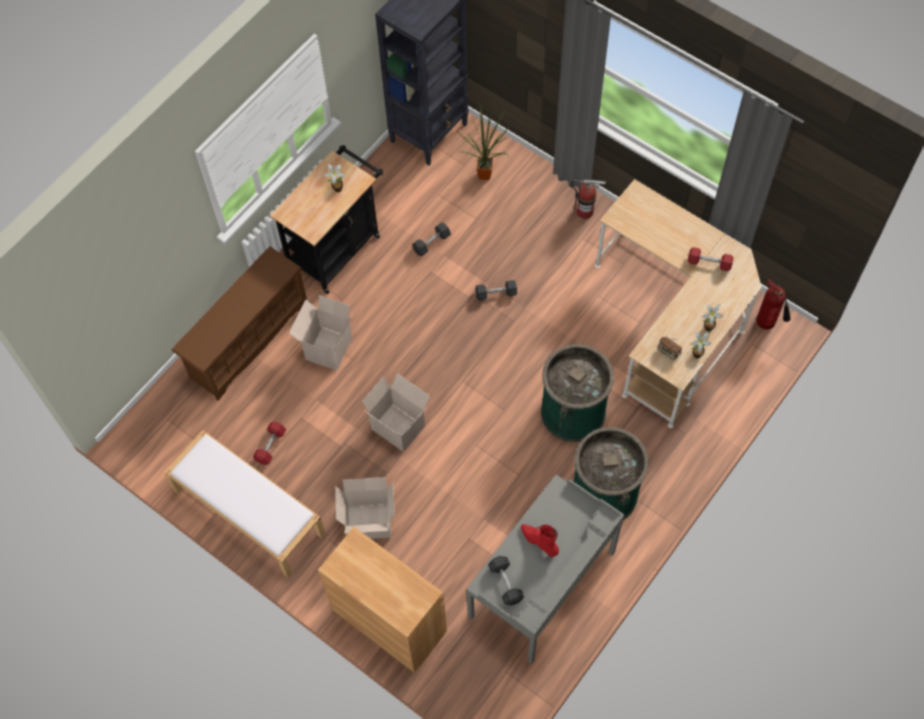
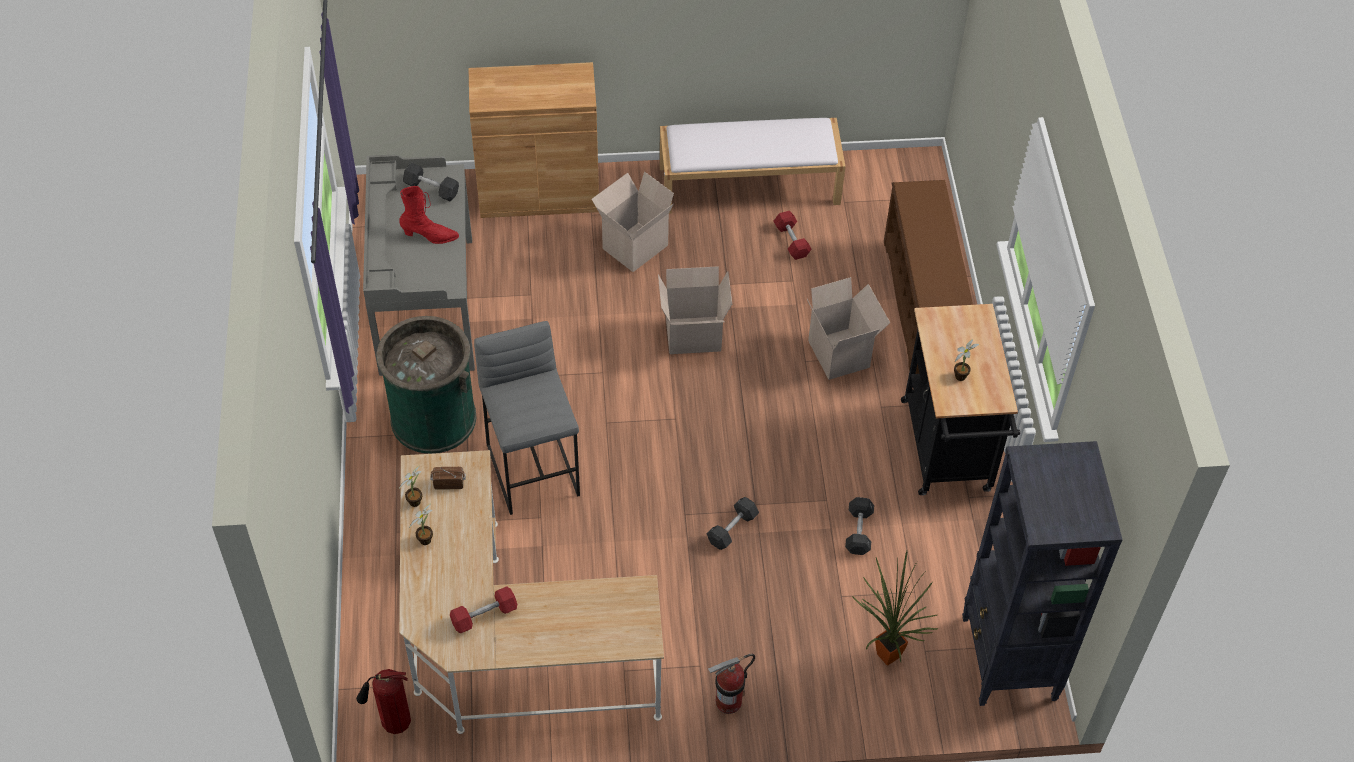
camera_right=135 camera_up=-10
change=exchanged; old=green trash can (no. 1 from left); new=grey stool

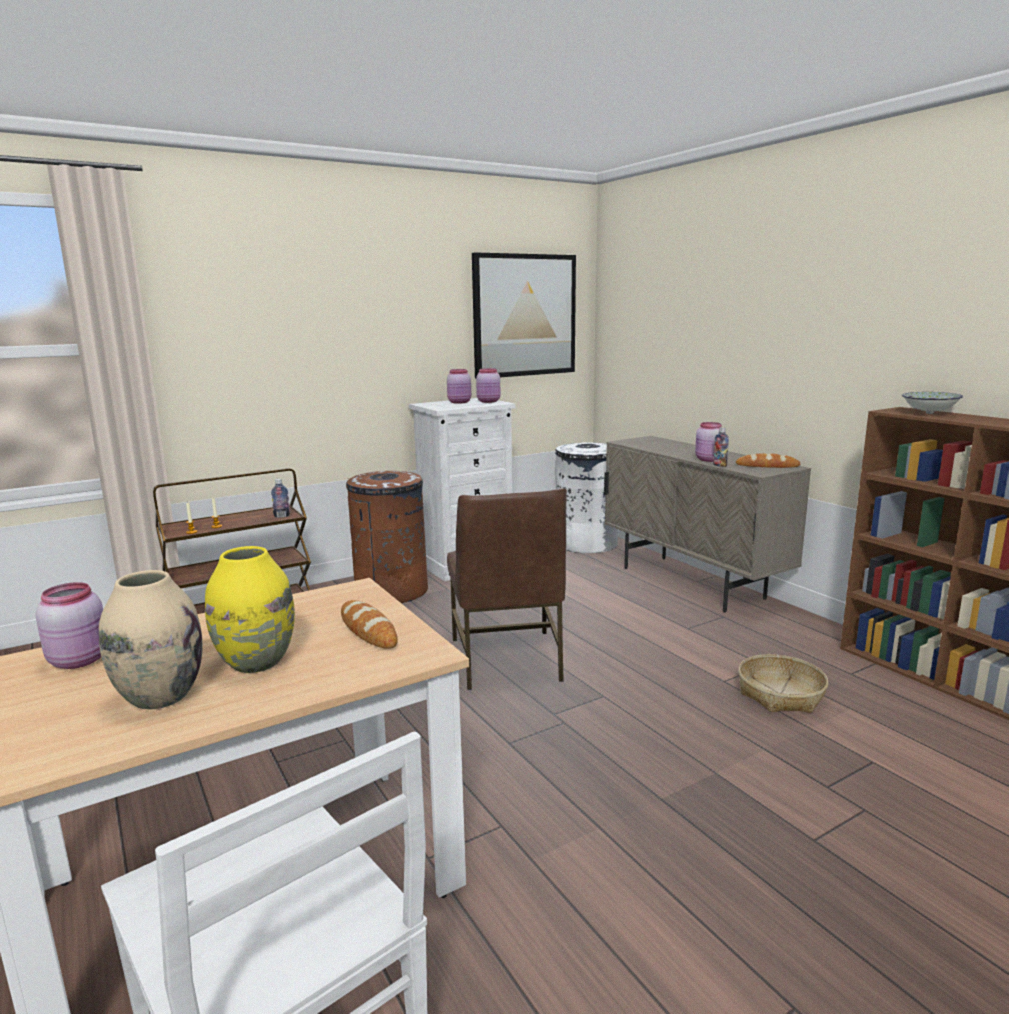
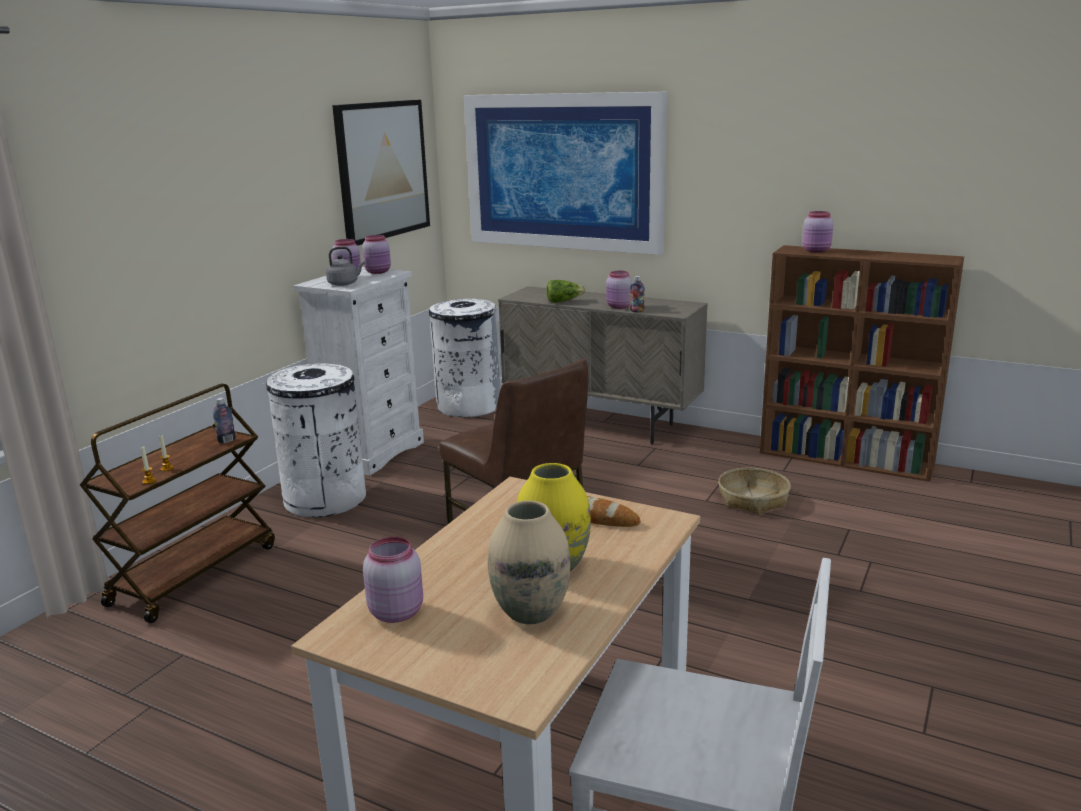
camera_right=-30 camera_up=5
change=missing; old=bread (no. 2 from left)
change=appeared; new=grey kettle
change=appeared; new=picture (no. 2 from left)
change=appeared; new=lettuce
change=exchanged; old=bowl; new=pink jar (no. 5 from left)
change=colour; old=brown trash can; new=white trash can (no. 1 from left)

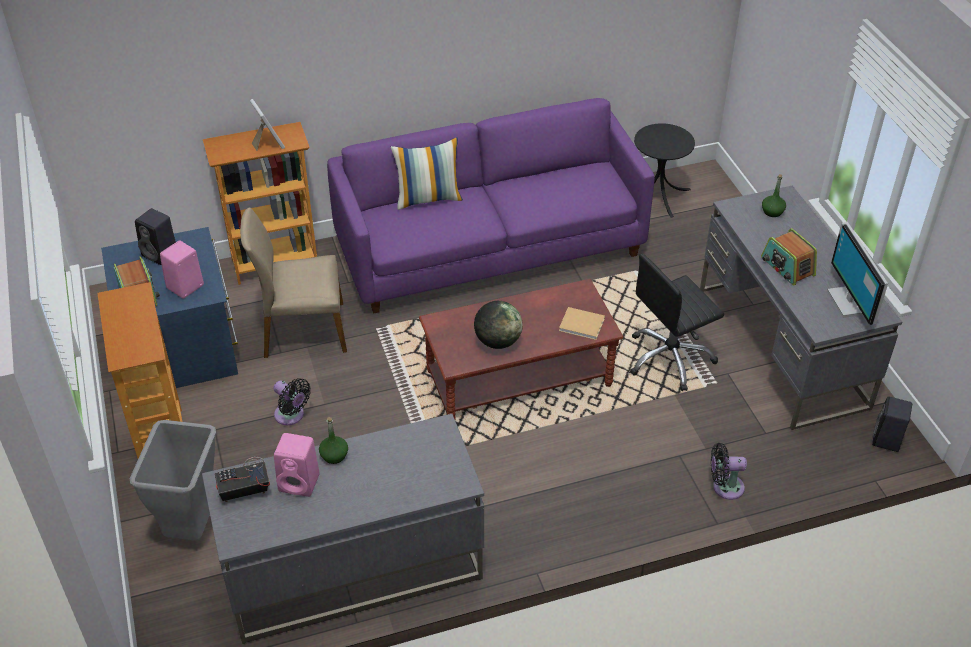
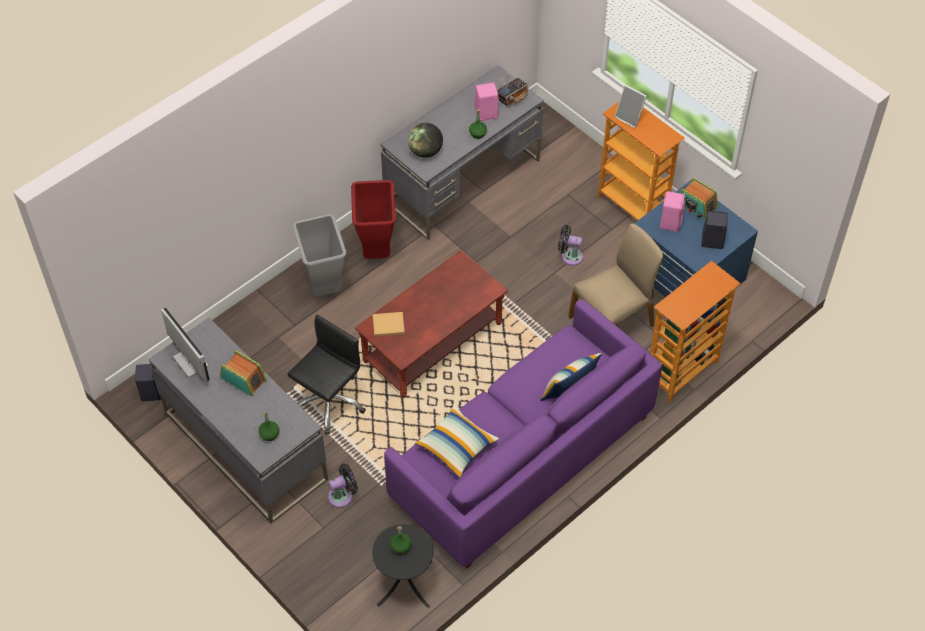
camera_right=155 camera_up=10
change=appeared; new=red trash can
change=appeared; new=green bottle (no. 2 from left)
change=appeared; new=pillow (no. 1 from left)
change=relocated; old=grey trash can
change=relocated; old=picture frame
change=relocated; old=globe
change=relocated; old=black fan (no. 2 from left in the first image); new=black fan (no. 1 from left)

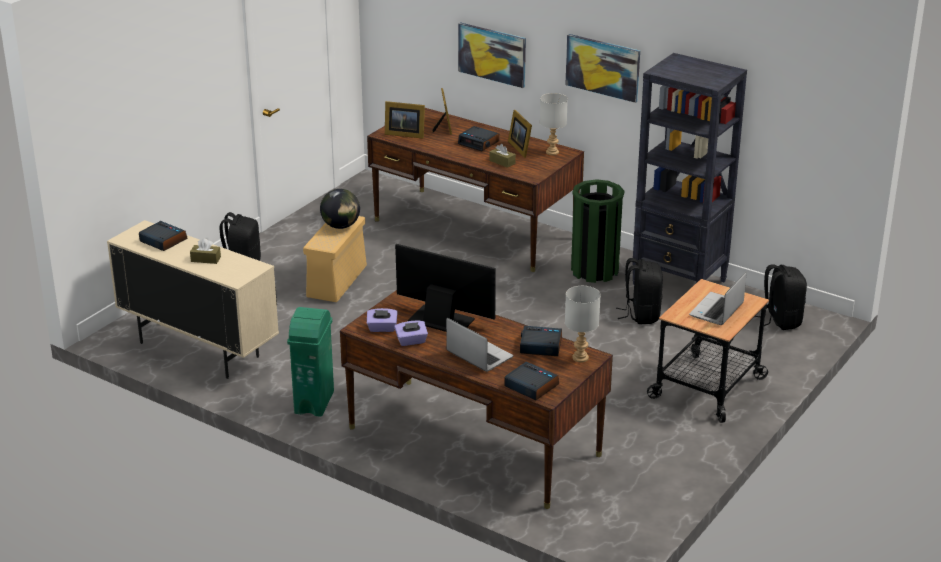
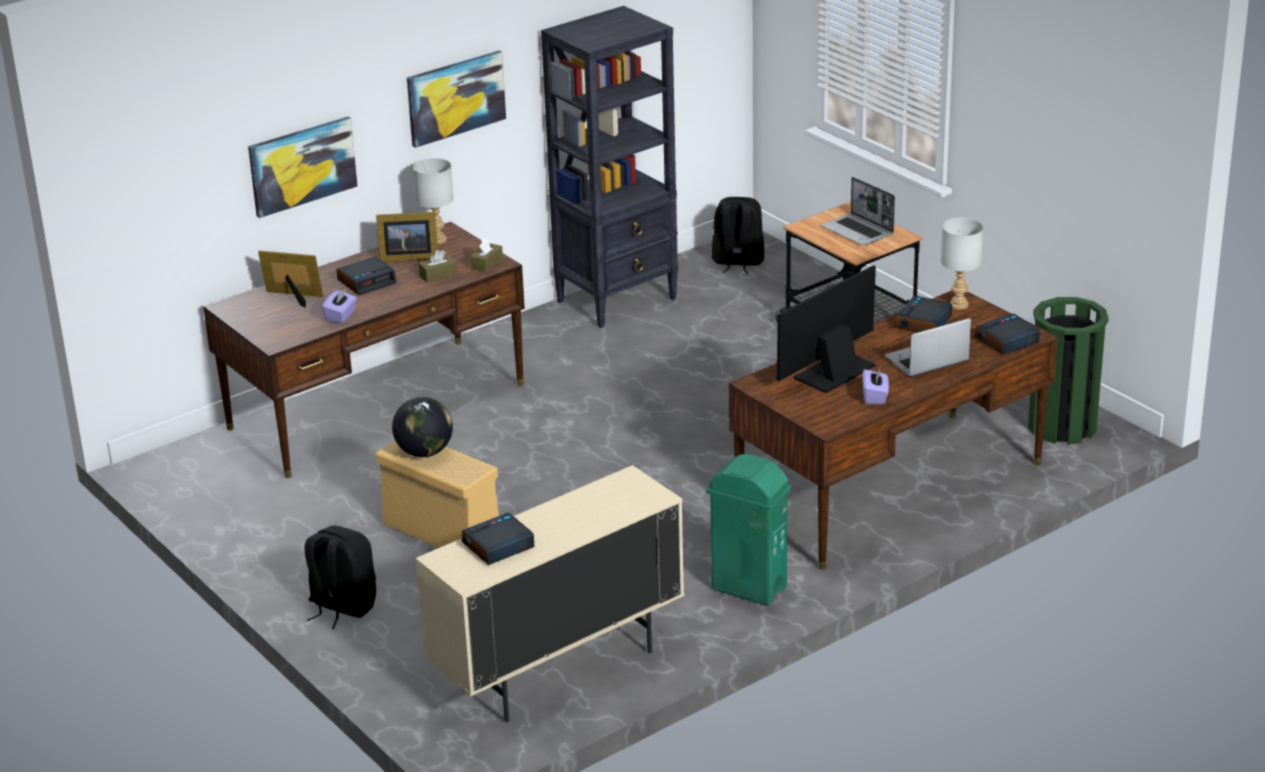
camera_right=-70 camera_up=0
change=missing; old=picture frame (no. 1 from left)
change=missing; old=black backpack (no. 2 from left)
change=relocated; old=brown tissue box (no. 1 from left in the first image); new=brown tissue box (no. 2 from left)
change=relocated; old=purple tissue box (no. 1 from left)
change=relocated; old=green trash can (no. 2 from left)

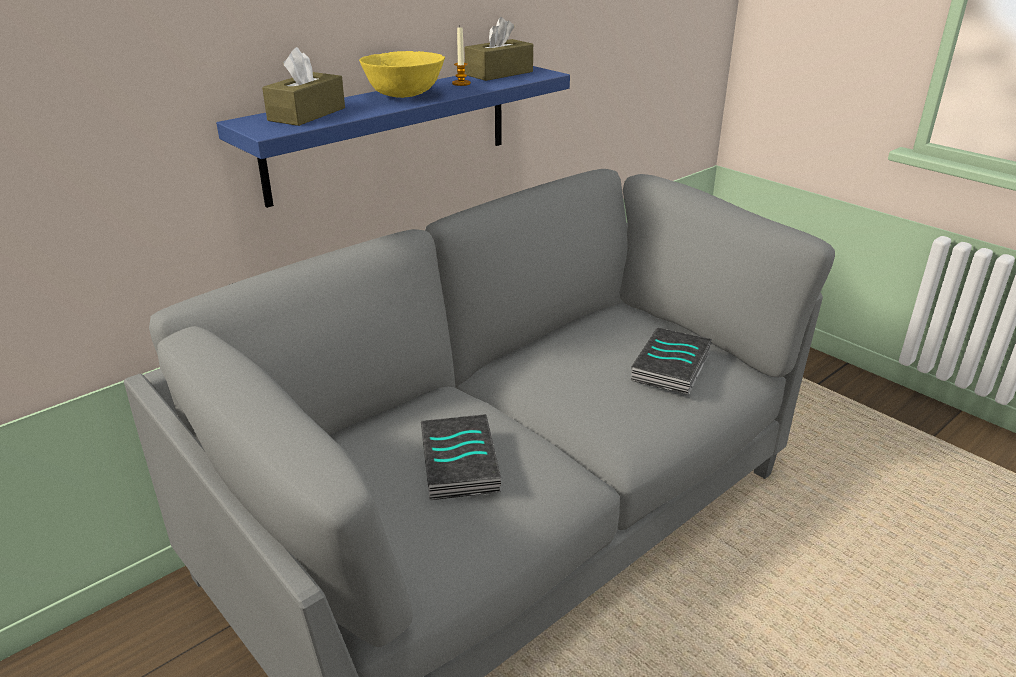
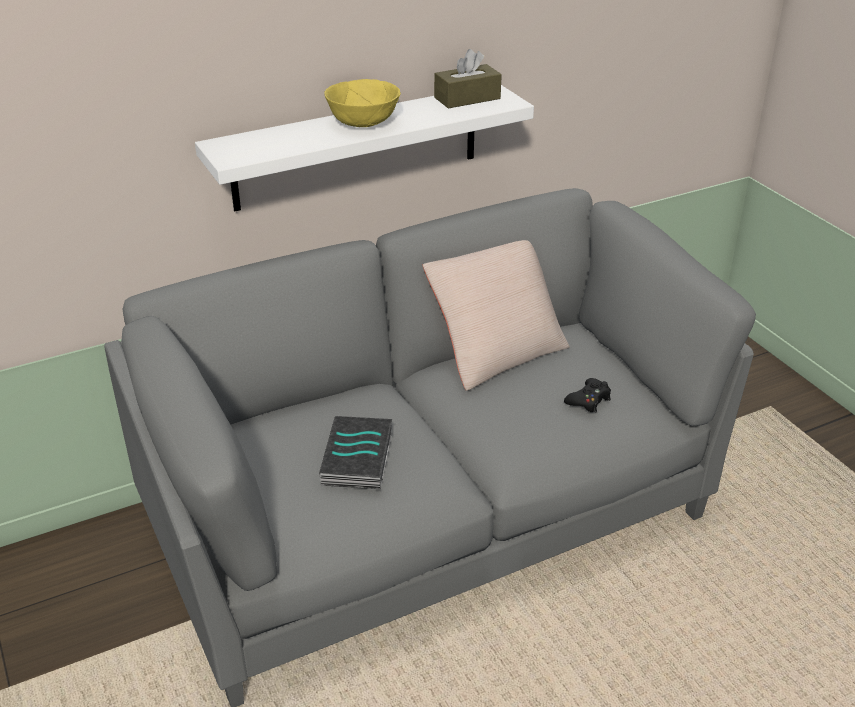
camera_right=15 camera_up=5
change=missing; old=brown tissue box (no. 1 from left)
change=missing; old=candle
change=appeared; new=beige pillow
change=exchanged; old=book (no. 2 from left); new=black game controller
change=colour; old=blue shelf; new=white shelf

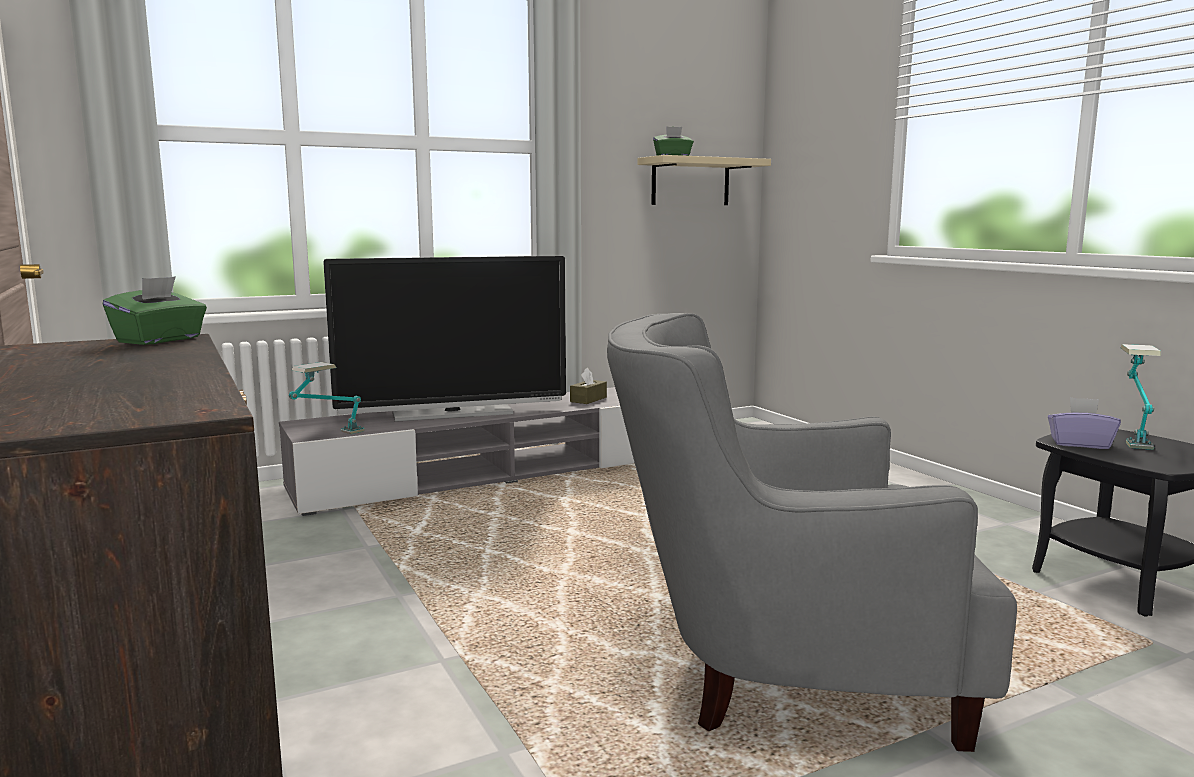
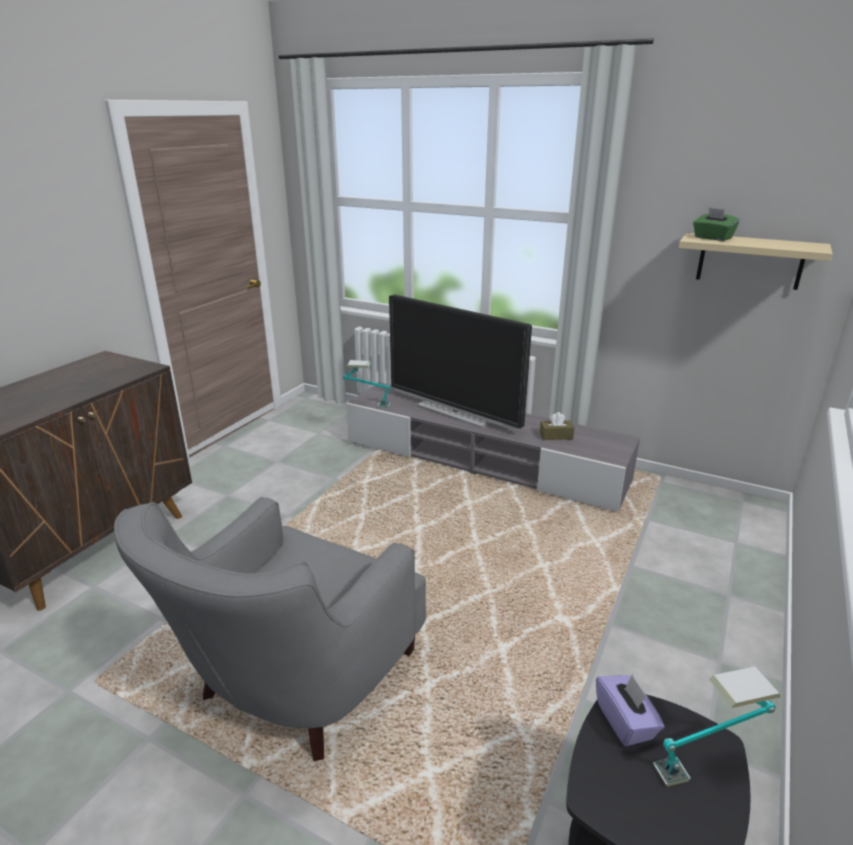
camera_right=55 camera_up=15
change=missing; old=green tissue box (no. 1 from left)
change=spun; old=grey armchair; degrees=-120

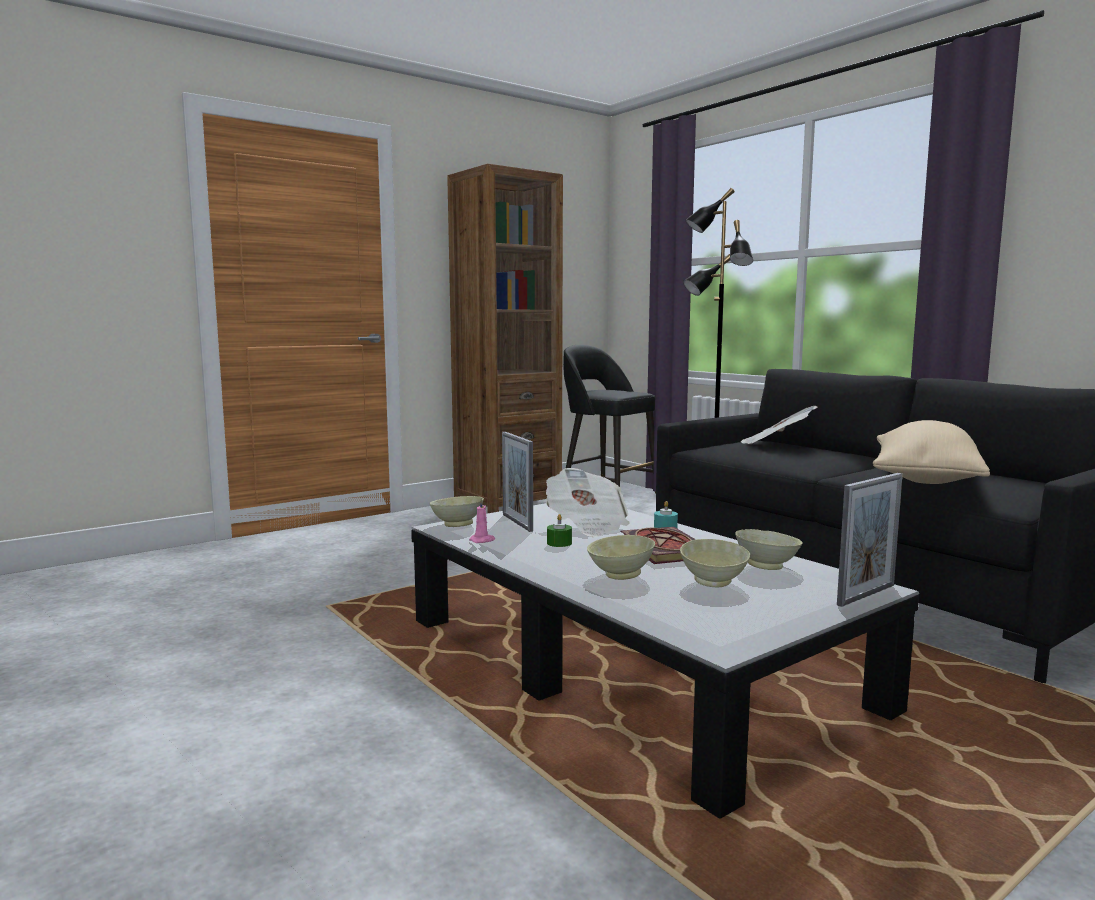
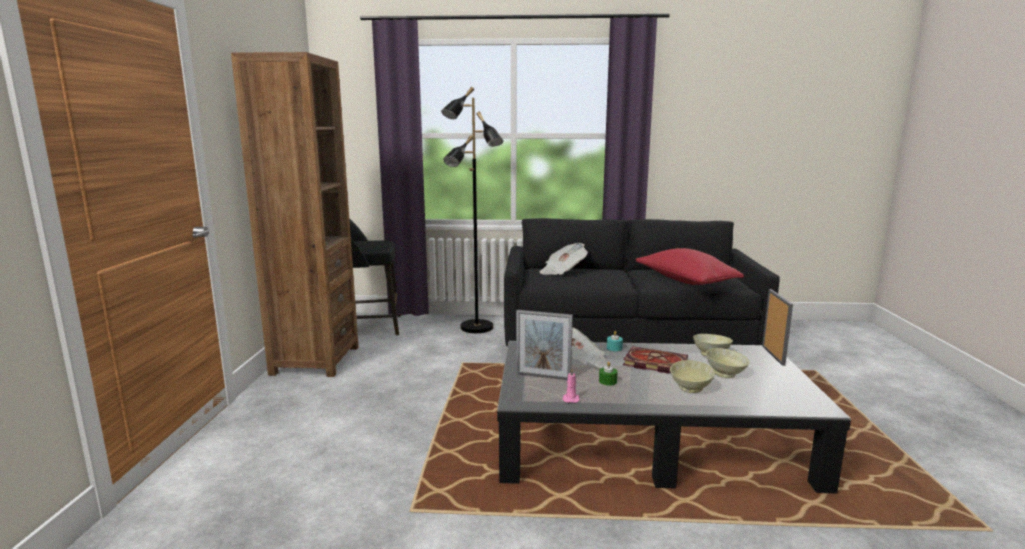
camera_right=-50 camera_up=5
change=missing; old=beige bowl (no. 1 from left)
change=colour; old=beige pillow; new=red pillow

